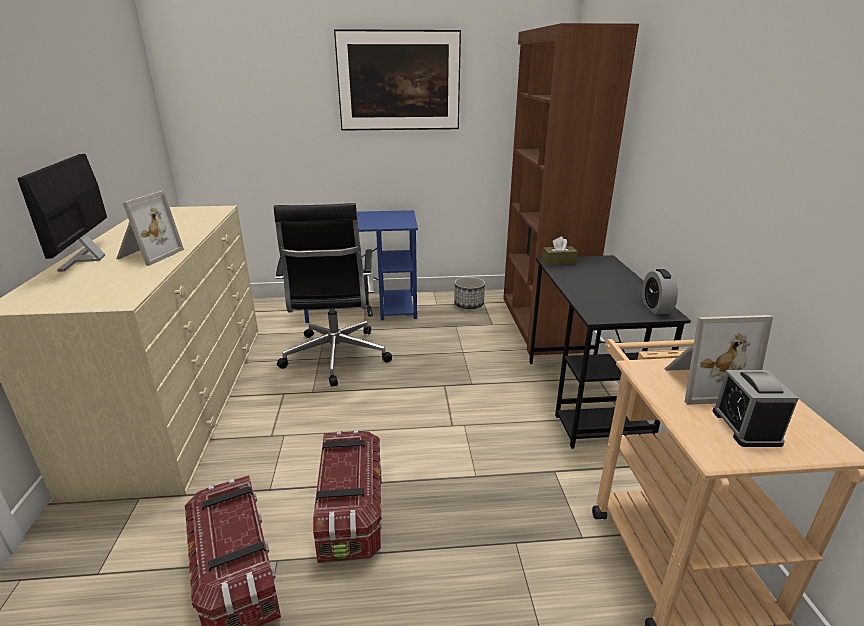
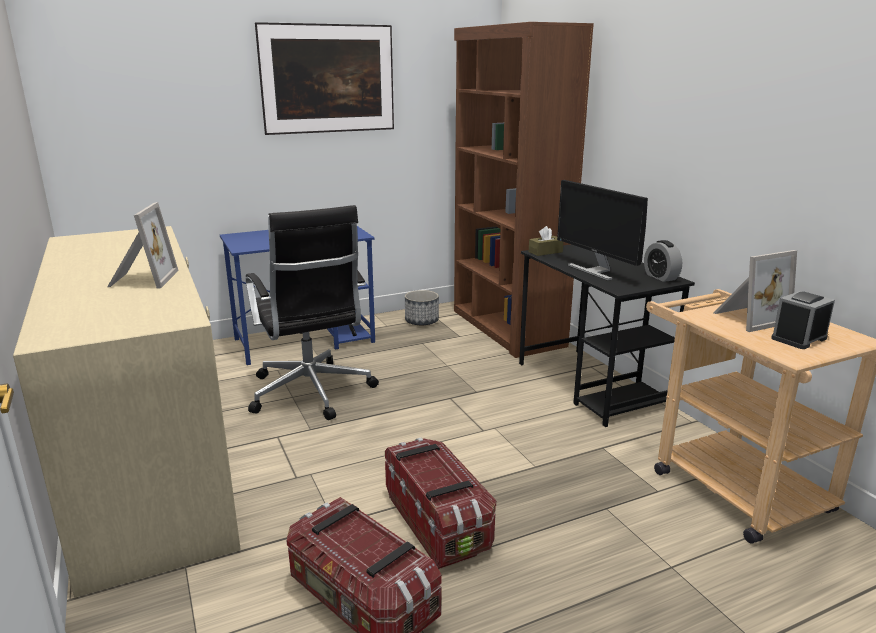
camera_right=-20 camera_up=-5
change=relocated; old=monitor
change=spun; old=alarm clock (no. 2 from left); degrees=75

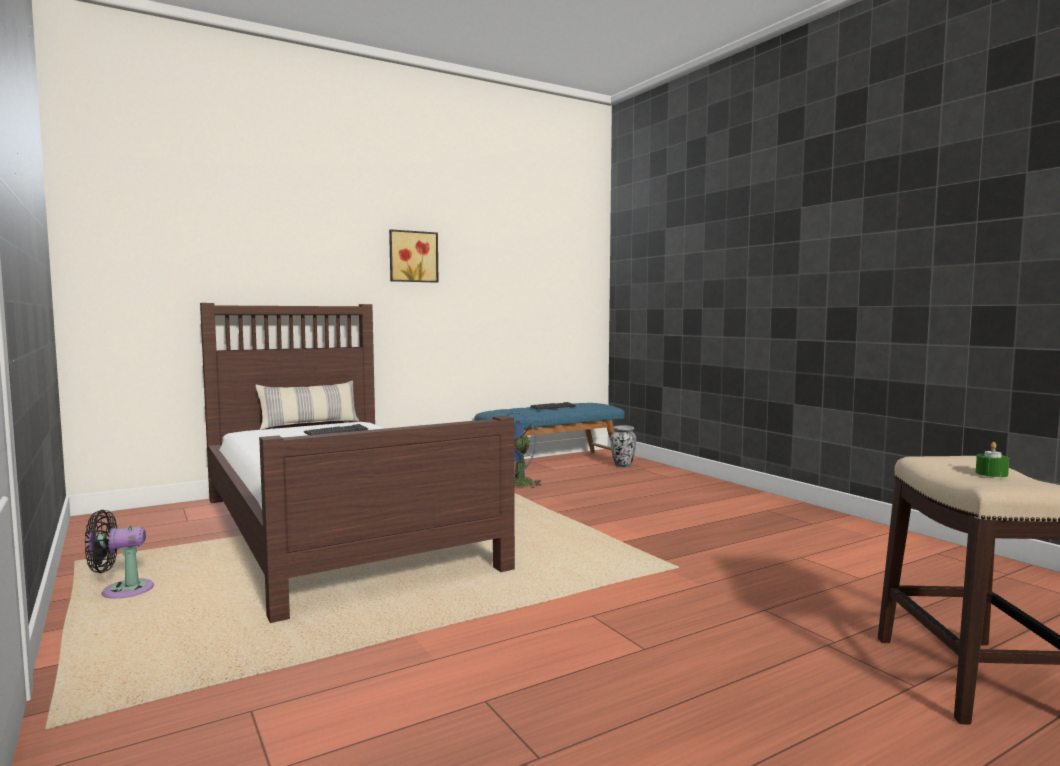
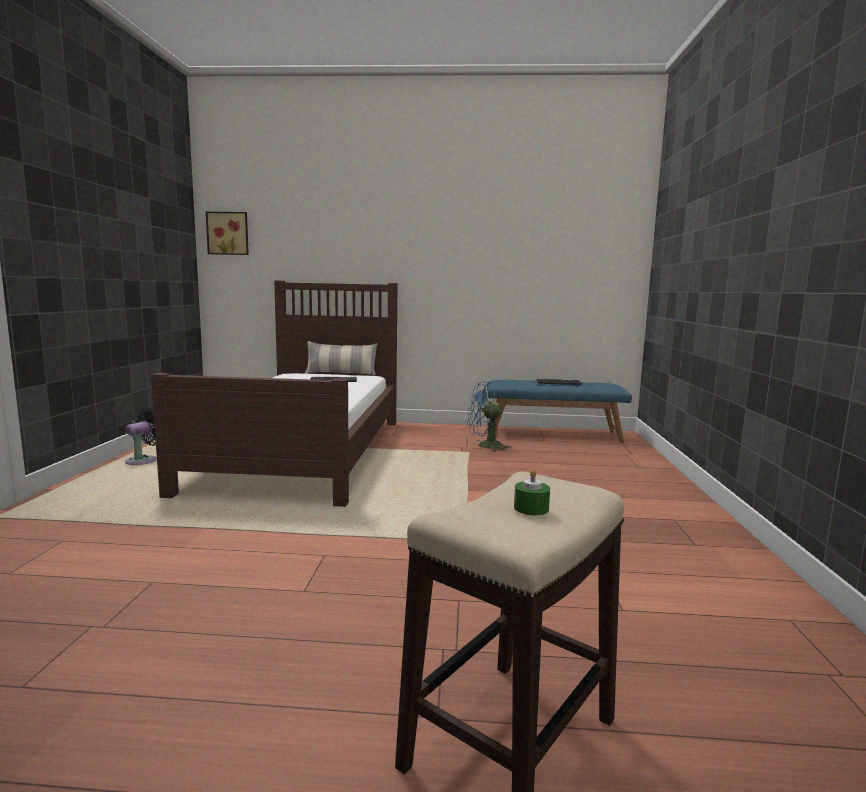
camera_right=35 camera_up=5
change=missing; old=vase
change=relocated; old=picture
change=spun; old=black fan; degrees=105

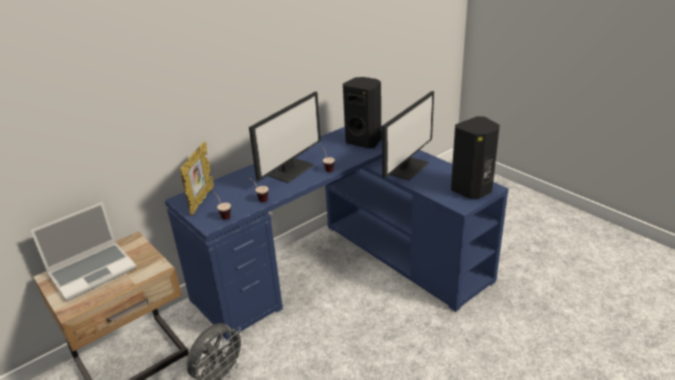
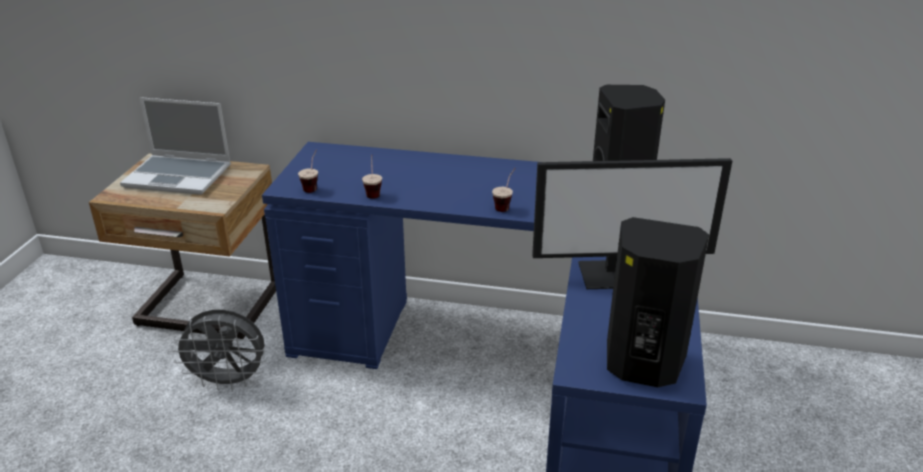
camera_right=50 camera_up=0
change=missing; old=picture frame
change=missing; old=monitor (no. 1 from left)

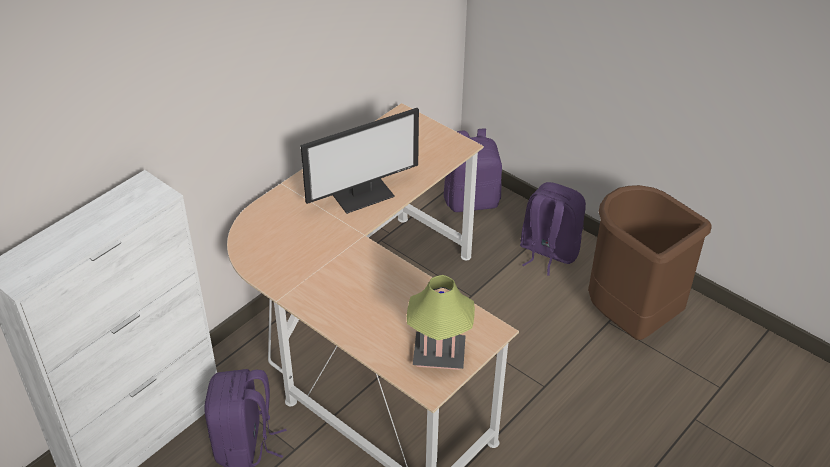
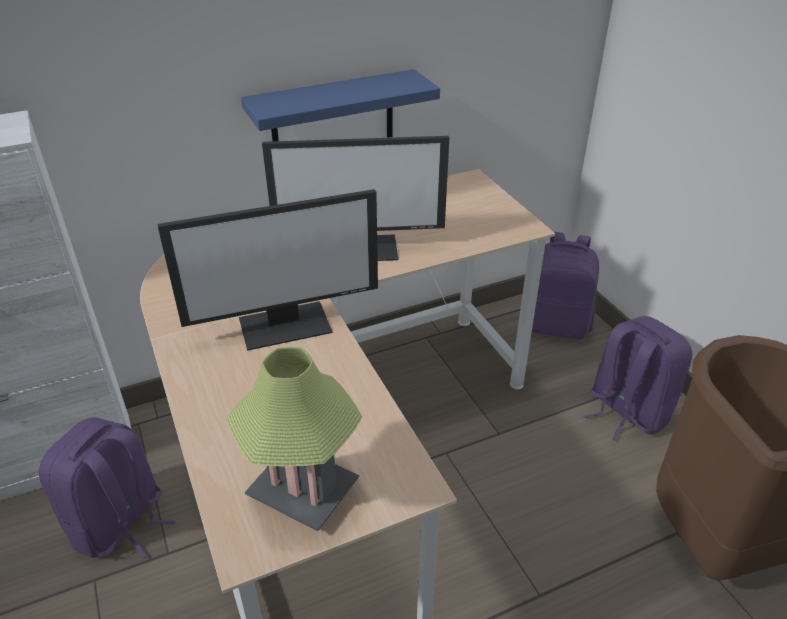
camera_right=25 camera_up=-5
change=appeared; new=monitor (no. 1 from left)
change=appeared; new=blue shelf

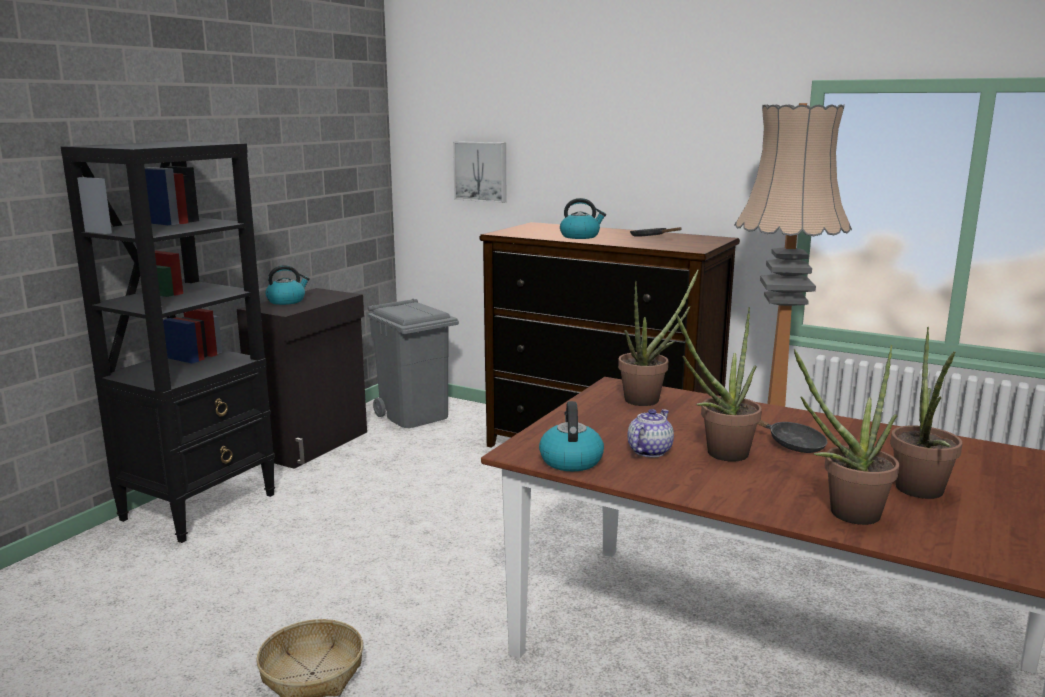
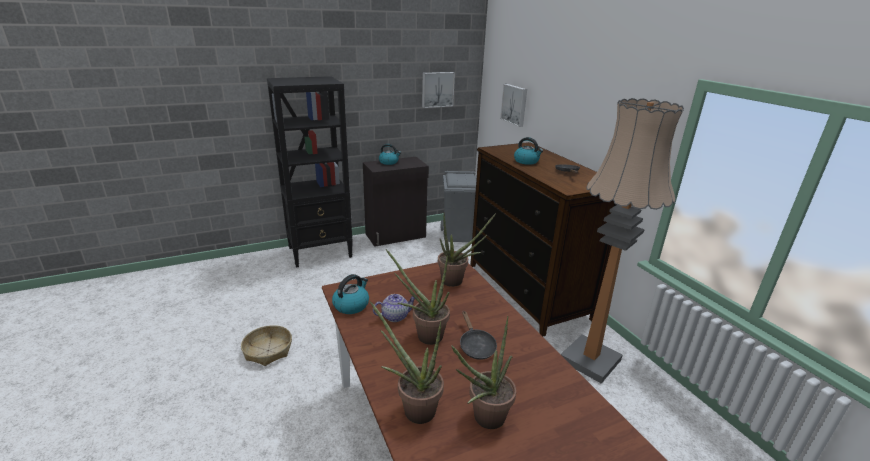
camera_right=35 camera_up=10
change=appeared; new=picture (no. 1 from left)

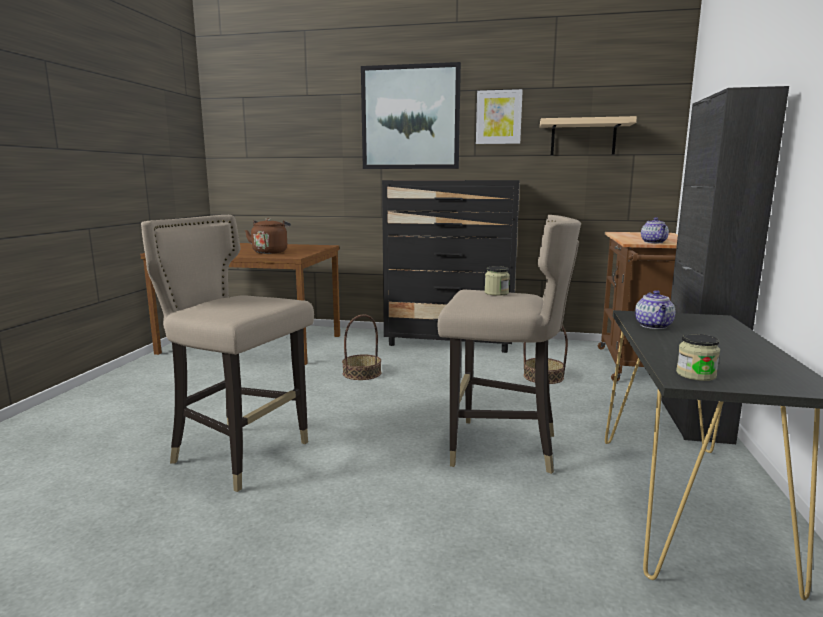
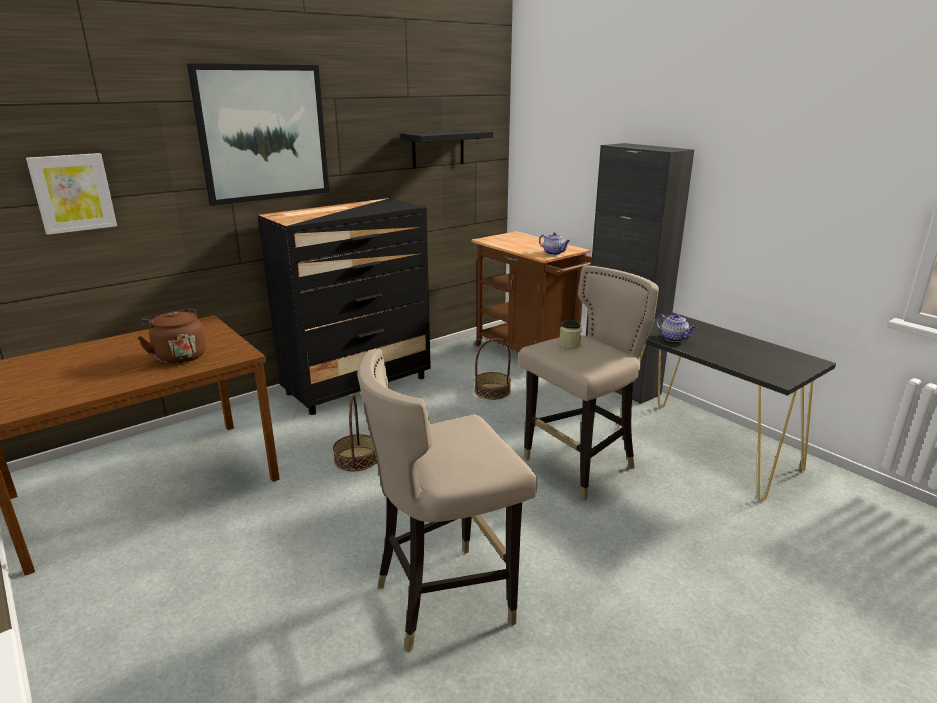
camera_right=-50 camera_up=10
change=missing; old=jar (no. 2 from left)
change=relocated; old=picture (no. 2 from left in the first image); new=picture (no. 1 from left)
change=colour; old=beige shelf; new=black shelf

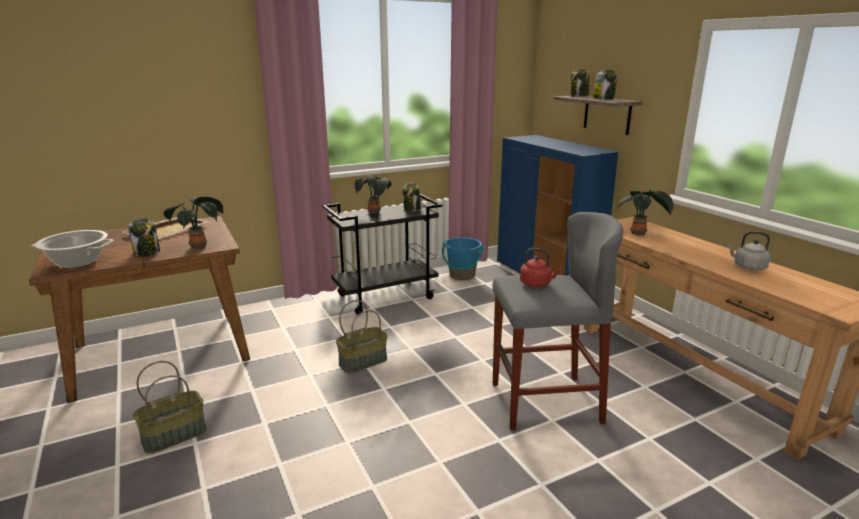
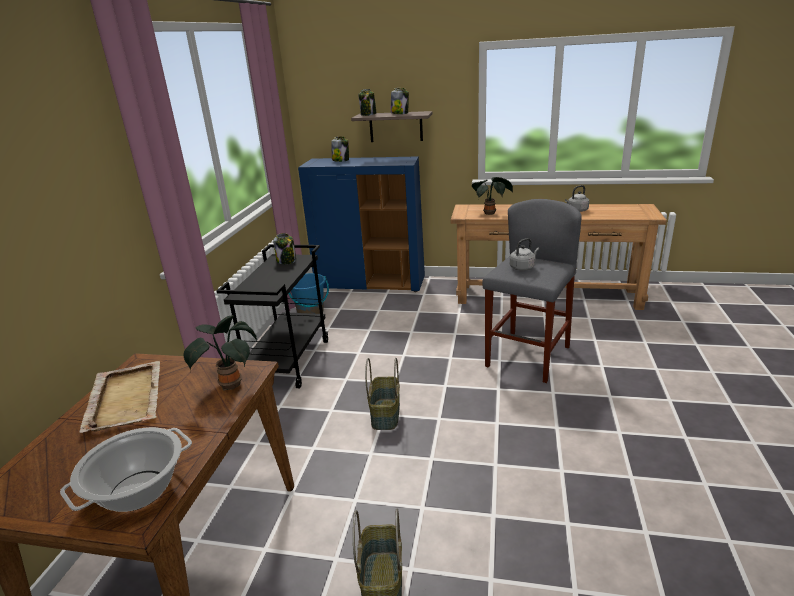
camera_right=-50 camera_up=5
change=missing; old=potted plant (no. 2 from left)
change=relocated; old=jar (no. 1 from left in the first image); new=jar (no. 2 from left)
change=colour; old=red kettle; new=grey kettle (no. 1 from left)

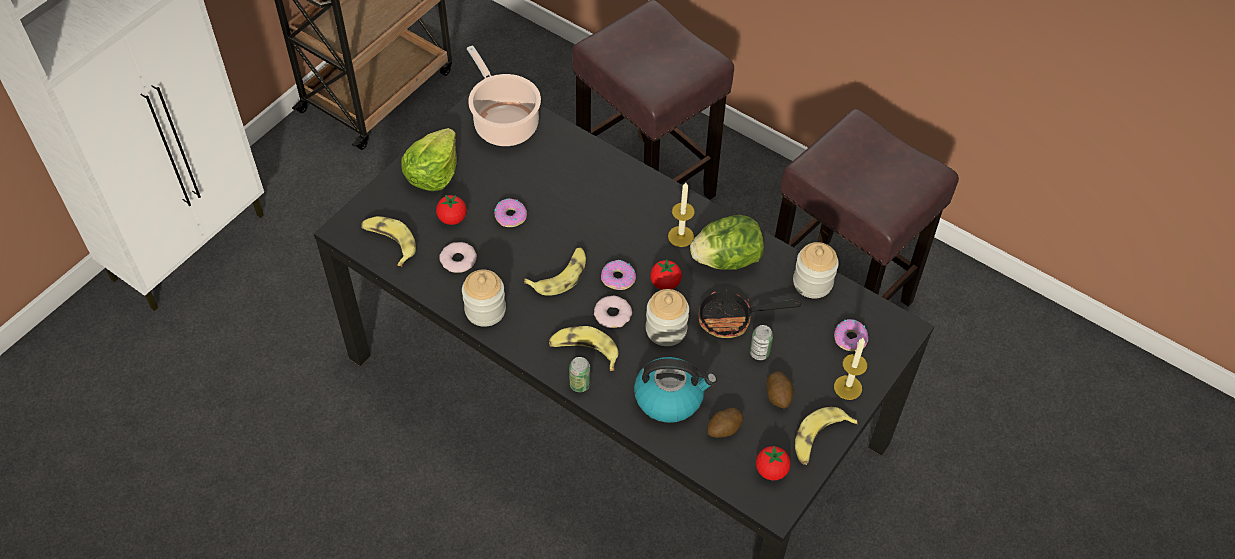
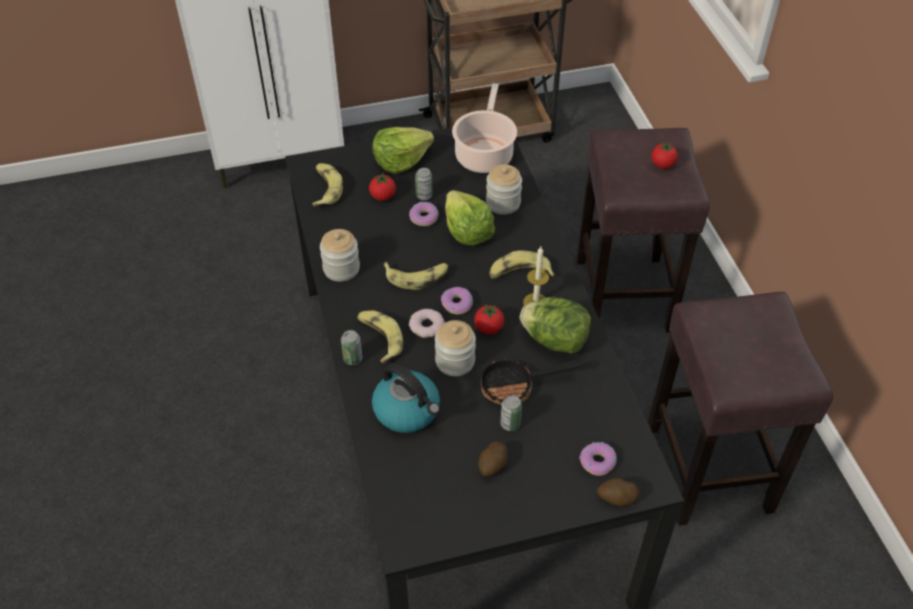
camera_right=40 camera_up=-5
change=missing; old=donut (no. 1 from left)
change=missing; old=candle (no. 2 from left)
change=appeared; new=can (no. 2 from left)
change=appeared; new=lettuce (no. 2 from left)
change=relocated; old=potato (no. 1 from left in the first image); new=potato (no. 2 from left)
change=relocated; old=tomato (no. 3 from left)
change=relocated; old=jar (no. 3 from left)
change=relocated; old=banana (no. 4 from left)
change=spun; old=frying pan; degrees=-45

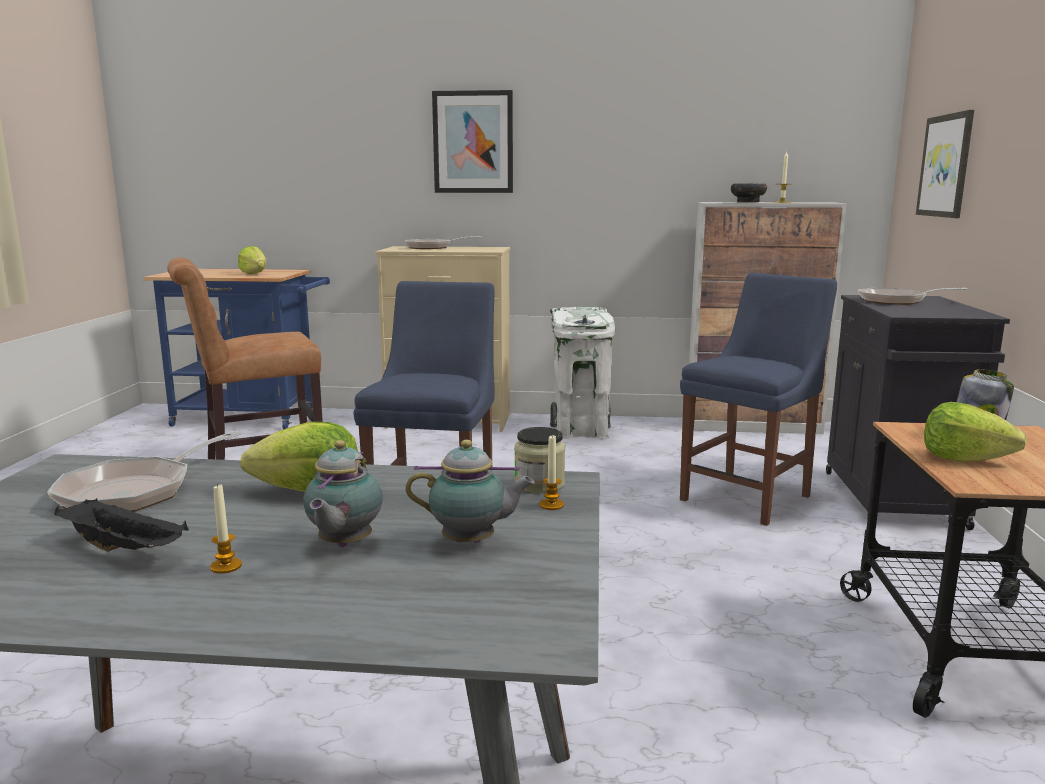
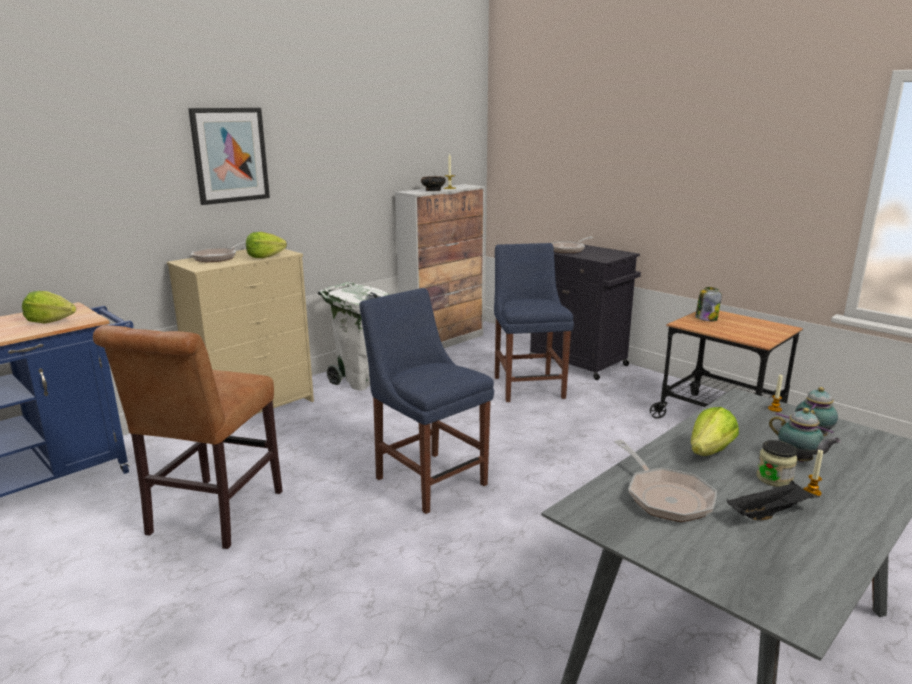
camera_right=-50 camera_up=5
change=missing; old=picture (no. 2 from left)
change=relocated; old=jar (no. 1 from left in the first image); new=jar (no. 2 from left)
change=relocated; old=lettuce (no. 3 from left in the first image); new=lettuce (no. 2 from left)

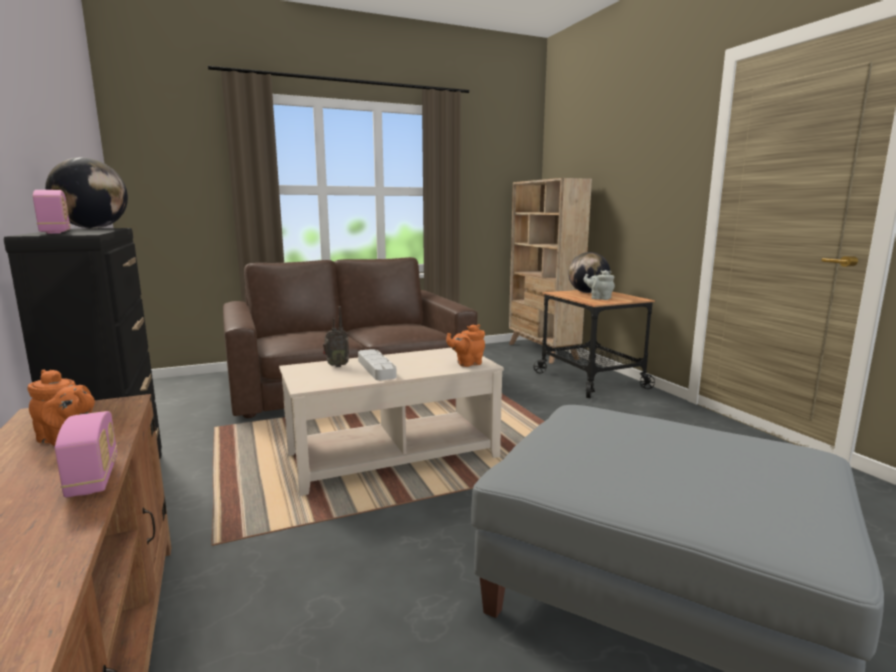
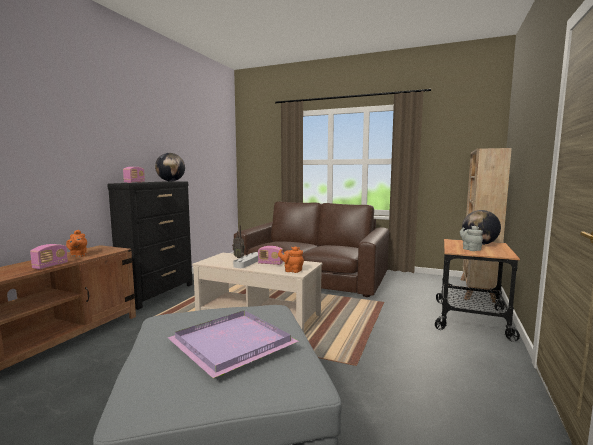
camera_right=45 camera_up=-5
change=appeared; new=purple tray
change=appeared; new=radio (no. 4 from left)

